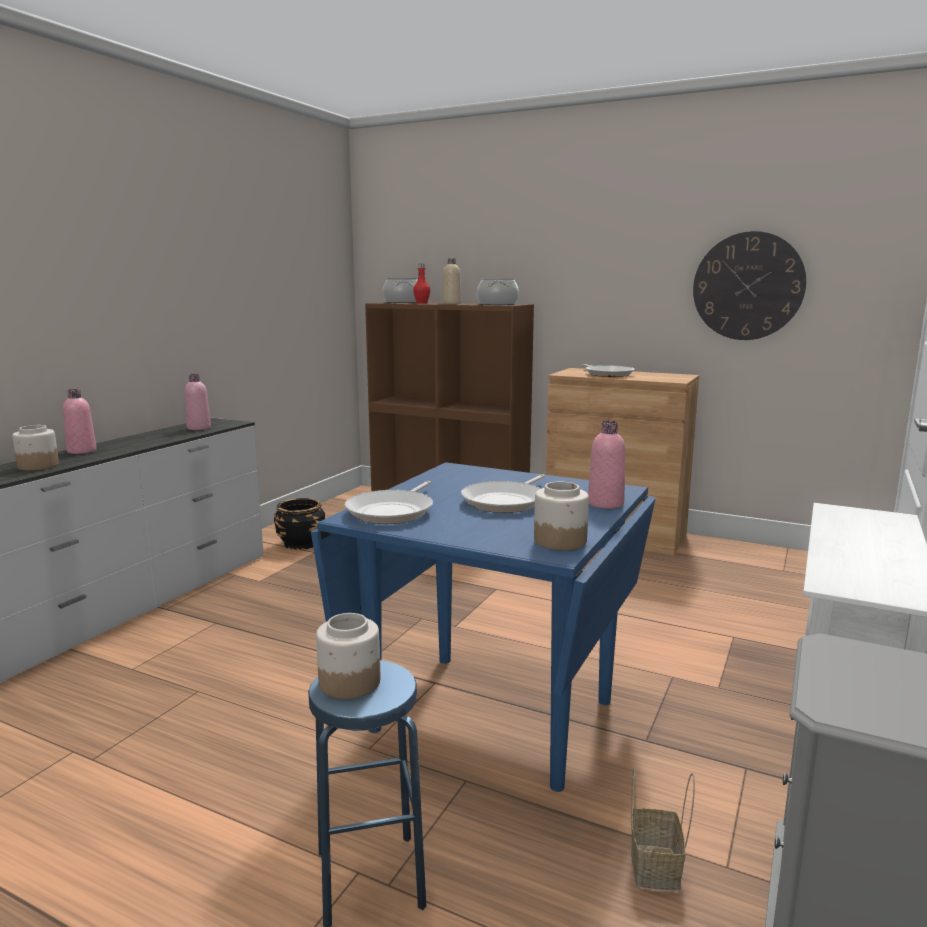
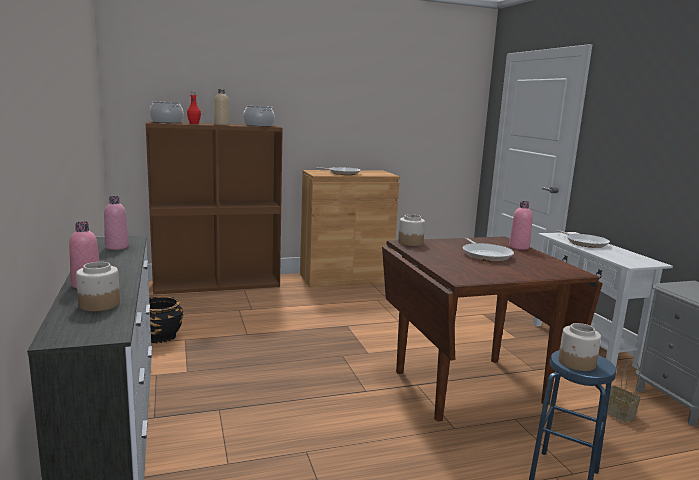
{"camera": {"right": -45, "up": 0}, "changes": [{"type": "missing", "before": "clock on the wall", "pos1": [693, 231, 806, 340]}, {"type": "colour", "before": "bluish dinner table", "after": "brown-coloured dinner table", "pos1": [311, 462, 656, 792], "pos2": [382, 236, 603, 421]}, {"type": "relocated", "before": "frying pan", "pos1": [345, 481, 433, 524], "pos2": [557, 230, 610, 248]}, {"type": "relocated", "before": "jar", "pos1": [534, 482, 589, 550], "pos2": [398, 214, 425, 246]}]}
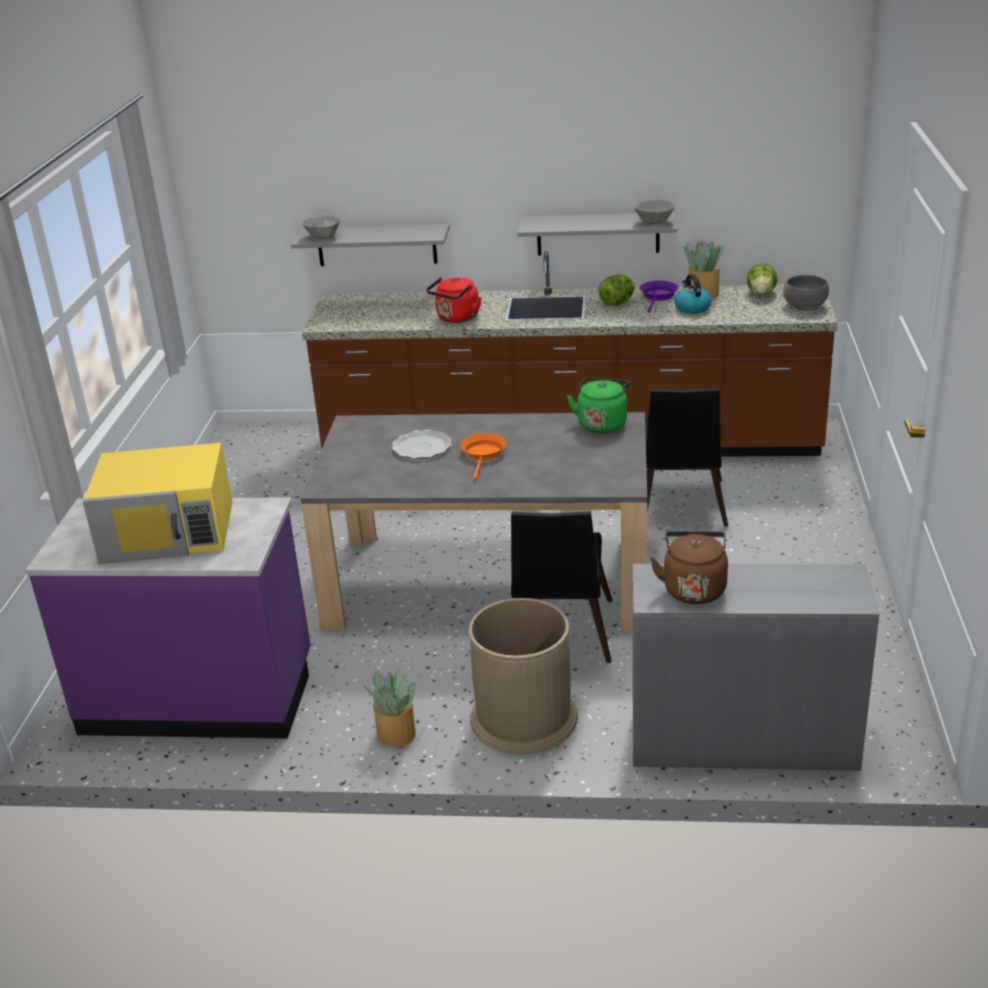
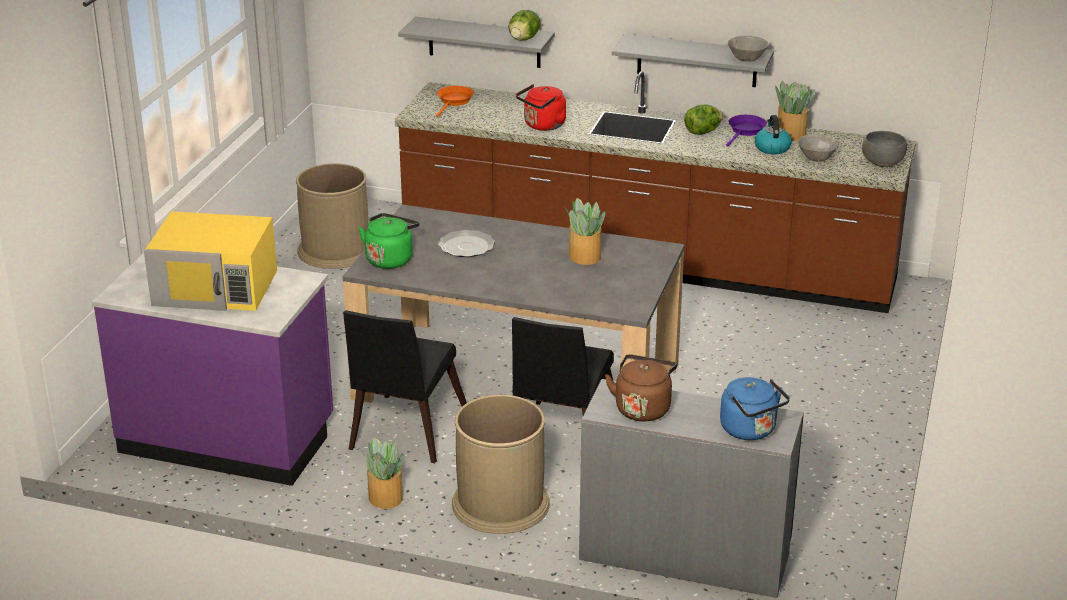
{"camera": {"right": 10, "up": 0}, "changes": [{"type": "relocated", "before": "greyish deep dish", "pos1": [302, 215, 340, 239], "pos2": [798, 134, 838, 161]}, {"type": "relocated", "before": "lettuce", "pos1": [747, 263, 778, 296], "pos2": [508, 10, 541, 41]}, {"type": "relocated", "before": "green-coloured kettle", "pos1": [567, 378, 630, 433], "pos2": [359, 213, 420, 269]}, {"type": "relocated", "before": "blackish upright chair", "pos1": [645, 388, 728, 526], "pos2": [343, 310, 467, 463]}, {"type": "relocated", "before": "orange-coloured frying pan", "pos1": [460, 433, 506, 480], "pos2": [436, 86, 474, 117]}, {"type": "appeared", "after": "brown-coloured waste bin", "pos2": [296, 163, 369, 269]}, {"type": "appeared", "after": "potted plant", "pos2": [564, 198, 606, 265]}, {"type": "appeared", "after": "bluish kettle", "pos2": [720, 377, 790, 440]}]}
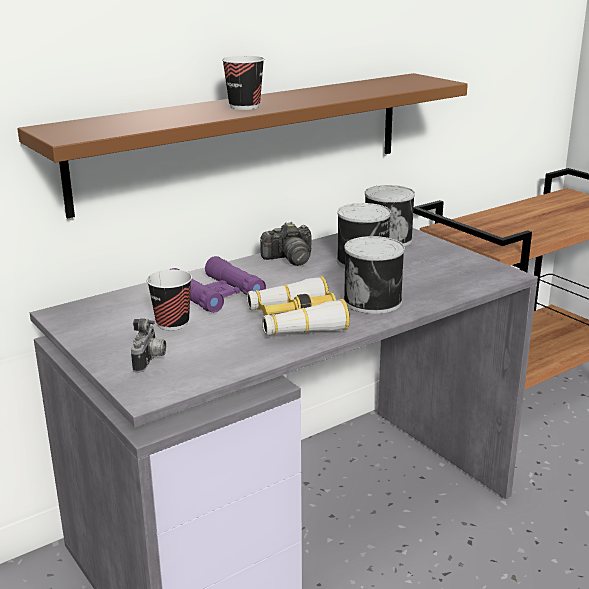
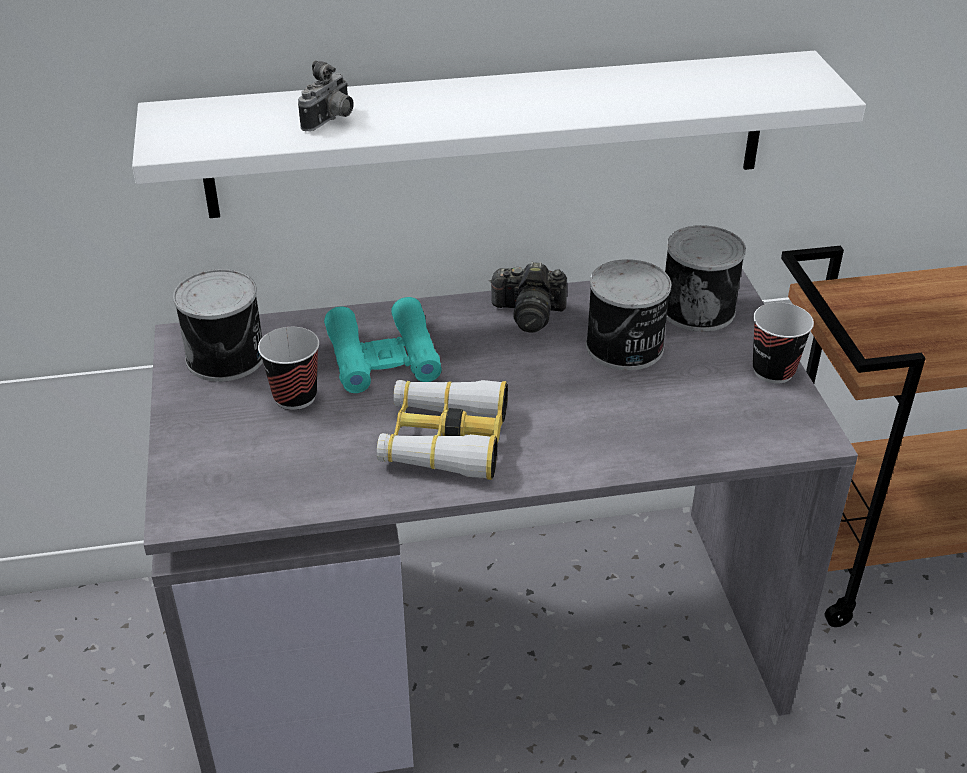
{"camera": {"right": 25, "up": 15}, "changes": [{"type": "relocated", "before": "drinking cup", "pos1": [222, 56, 265, 110], "pos2": [753, 302, 814, 384]}, {"type": "colour", "before": "brown-coloured bracket shelf", "after": "white bracket shelf", "pos1": [17, 73, 468, 219], "pos2": [132, 51, 866, 218]}, {"type": "relocated", "before": "metal can", "pos1": [344, 236, 405, 314], "pos2": [173, 269, 263, 382]}, {"type": "colour", "before": "purple field glasses", "after": "turquoise-coloured field glasses", "pos1": [170, 256, 266, 313], "pos2": [324, 297, 442, 393]}, {"type": "relocated", "before": "still camera", "pos1": [131, 318, 166, 373], "pos2": [298, 61, 354, 131]}]}
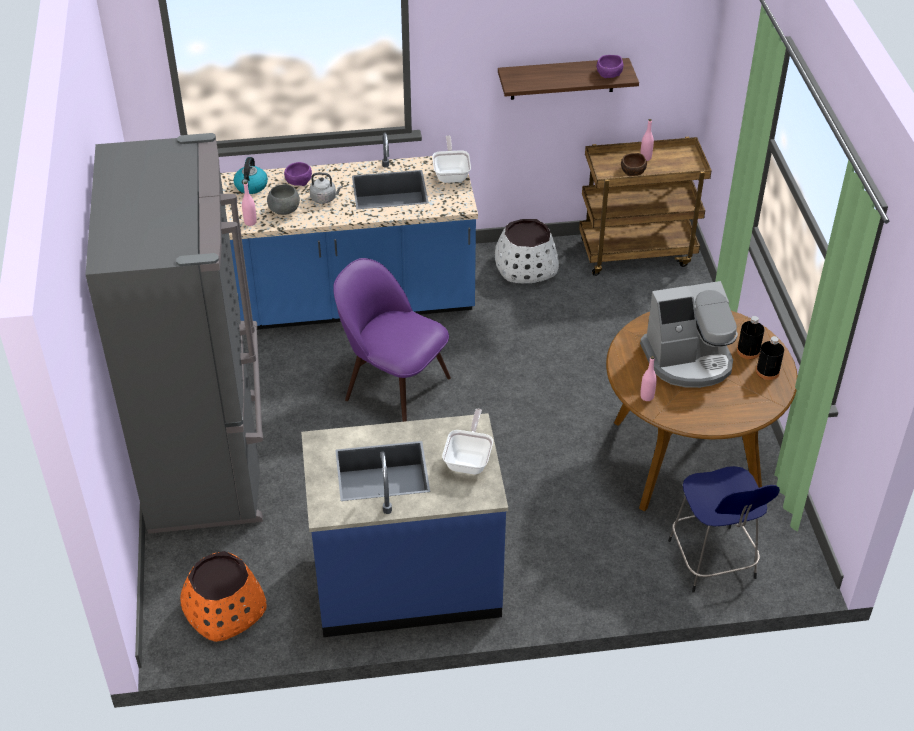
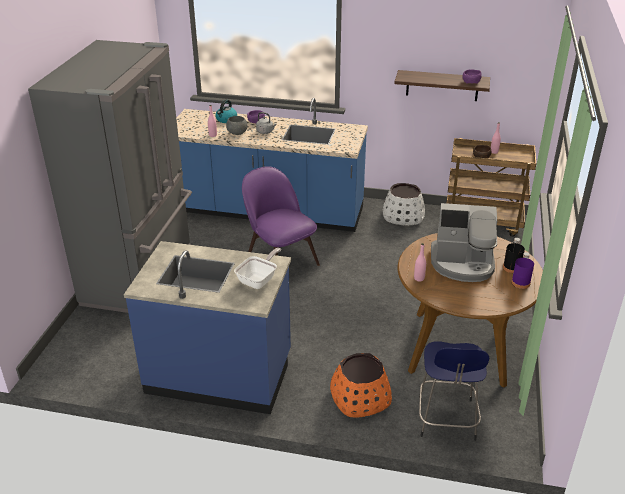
{"camera": {"right": 20, "up": -10}, "changes": [{"type": "missing", "before": "frying pan", "pos1": [432, 136, 471, 183]}, {"type": "colour", "before": "blackish beverage bottle", "after": "purple beverage bottle", "pos1": [756, 336, 784, 380], "pos2": [511, 252, 534, 289]}, {"type": "relocated", "before": "orange-coloured plant pot", "pos1": [180, 551, 267, 642], "pos2": [330, 353, 392, 418]}]}
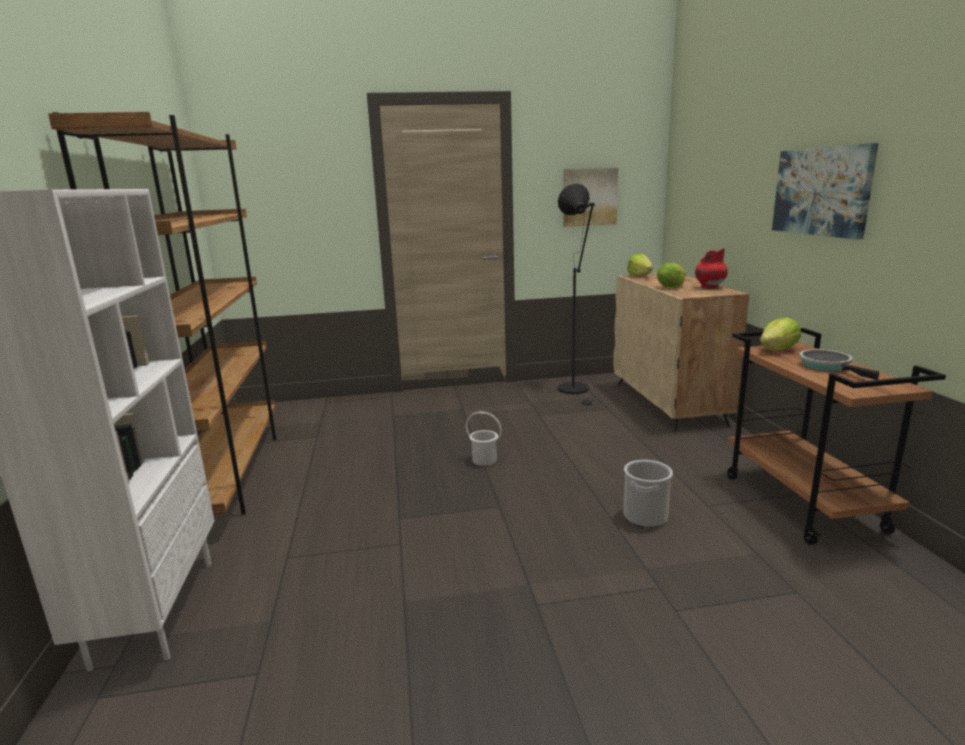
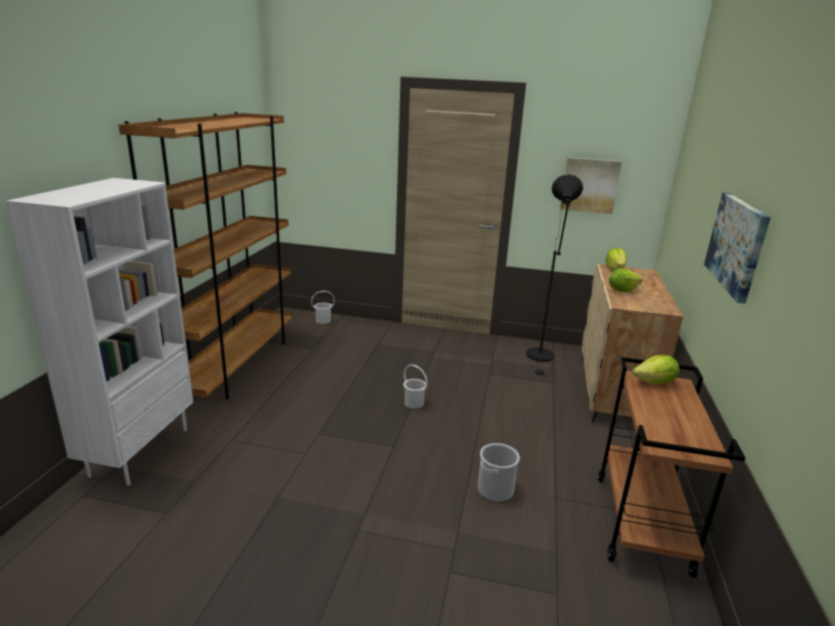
{"camera": {"right": 20, "up": 5}, "changes": [{"type": "missing", "before": "reddish vase", "pos1": [695, 248, 728, 289]}, {"type": "missing", "before": "frying pan", "pos1": [799, 349, 879, 380]}, {"type": "appeared", "after": "white pail", "pos2": [311, 291, 335, 324]}]}
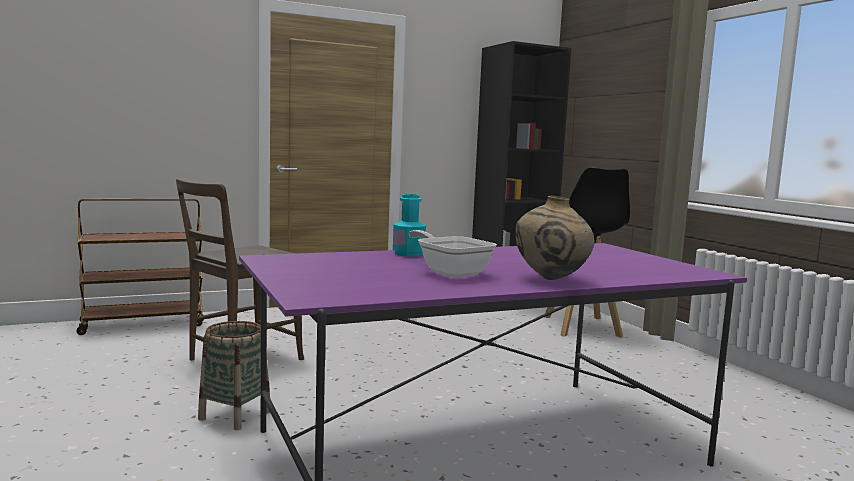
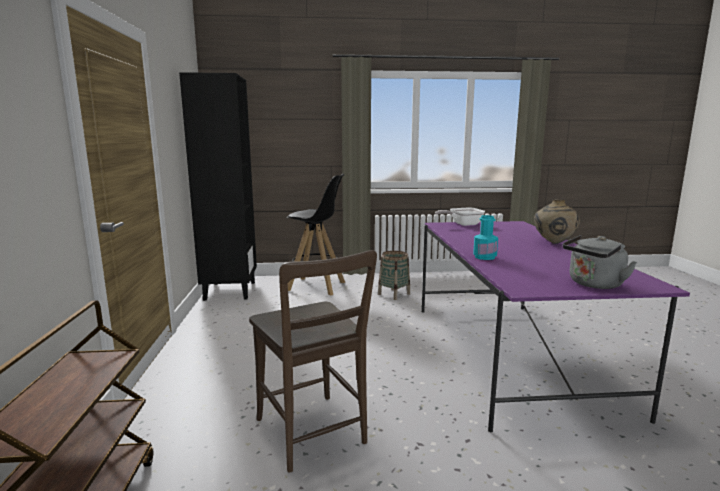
{"camera": {"right": -70, "up": 5}, "changes": [{"type": "relocated", "before": "frying pan", "pos1": [409, 230, 497, 278], "pos2": [435, 208, 485, 226]}, {"type": "relocated", "before": "basket", "pos1": [198, 321, 270, 430], "pos2": [378, 251, 410, 300]}, {"type": "appeared", "after": "greyish kettle", "pos2": [563, 235, 637, 289]}]}
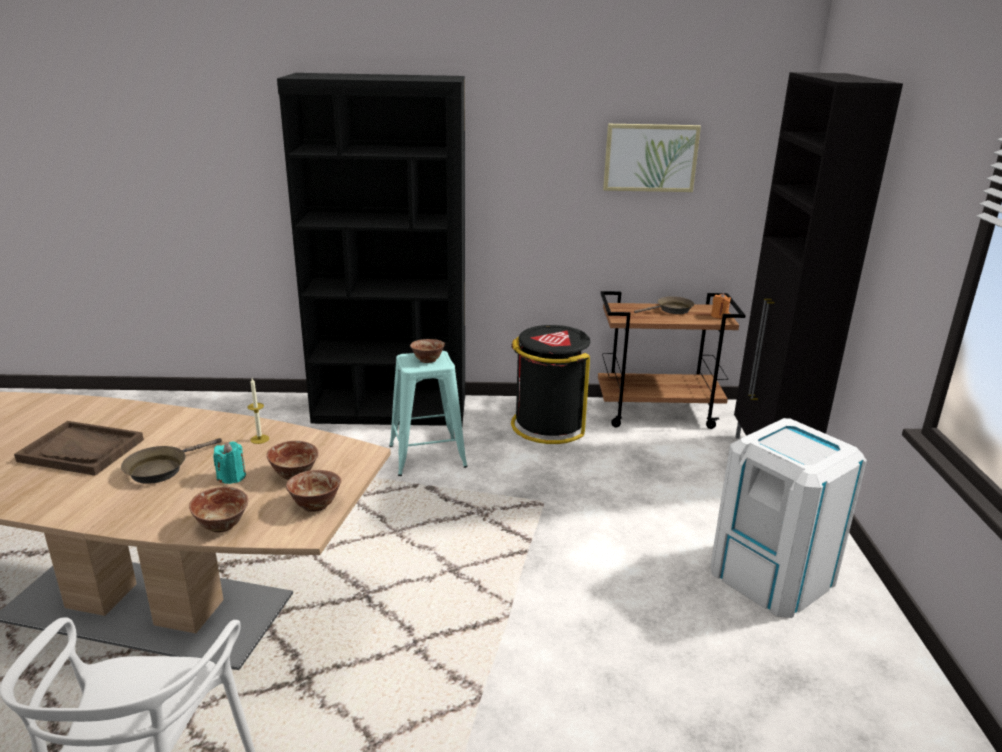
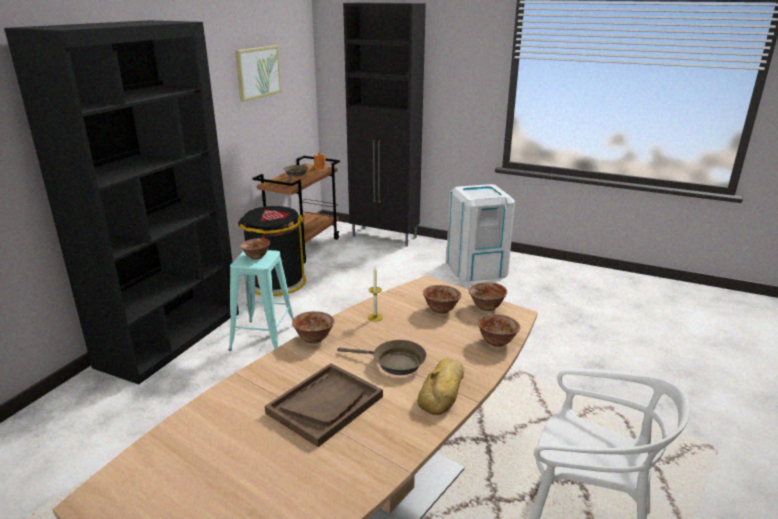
{"camera": {"right": -65, "up": 0}, "changes": [{"type": "spun", "before": "brown-coloured frying pan", "pos1": [121, 438, 222, 484], "pos2": [337, 340, 426, 375], "turn": -45}, {"type": "missing", "before": "turquoise-coloured wax light", "pos1": [213, 442, 246, 484]}, {"type": "appeared", "after": "deep dish", "pos2": [292, 311, 335, 344]}, {"type": "appeared", "after": "baked bread", "pos2": [418, 358, 464, 415]}]}
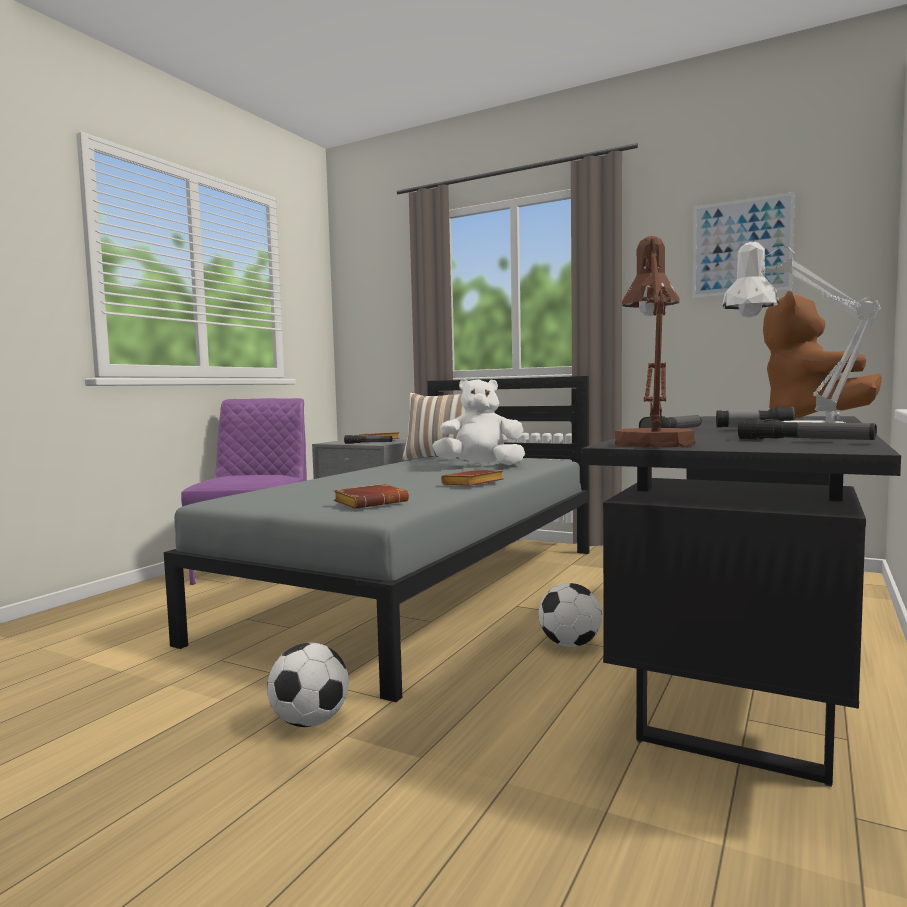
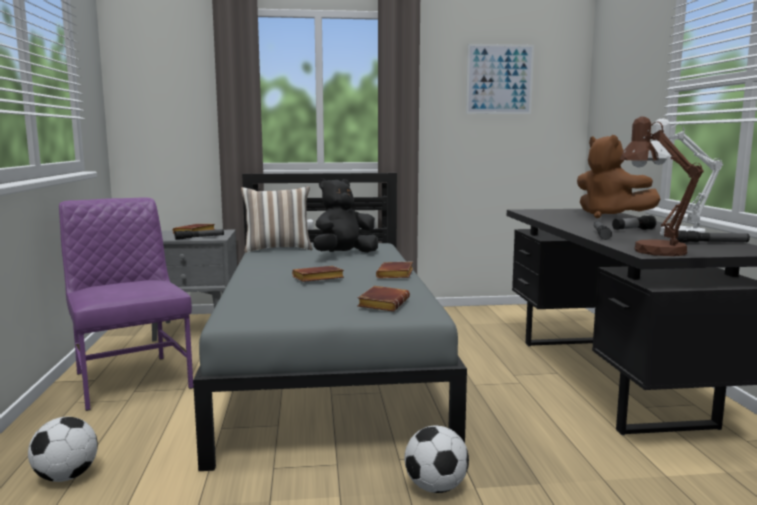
{"camera": {"right": -35, "up": 5}, "changes": [{"type": "colour", "before": "white plush toy", "after": "blackish plush toy", "pos1": [432, 379, 525, 465], "pos2": [314, 178, 378, 253]}, {"type": "relocated", "before": "ball for football", "pos1": [539, 583, 602, 647], "pos2": [28, 417, 98, 482]}, {"type": "appeared", "after": "brown-coloured volume", "pos2": [292, 266, 344, 282]}]}
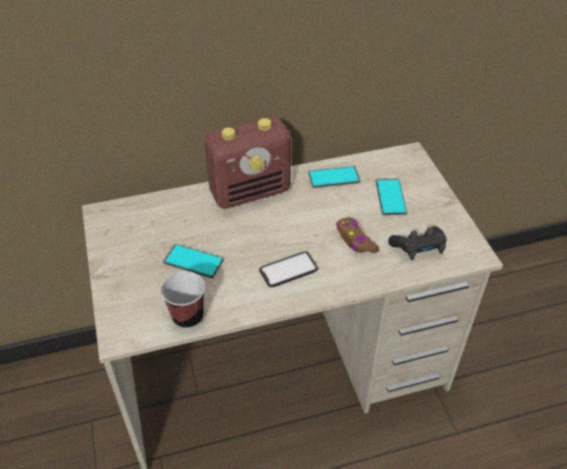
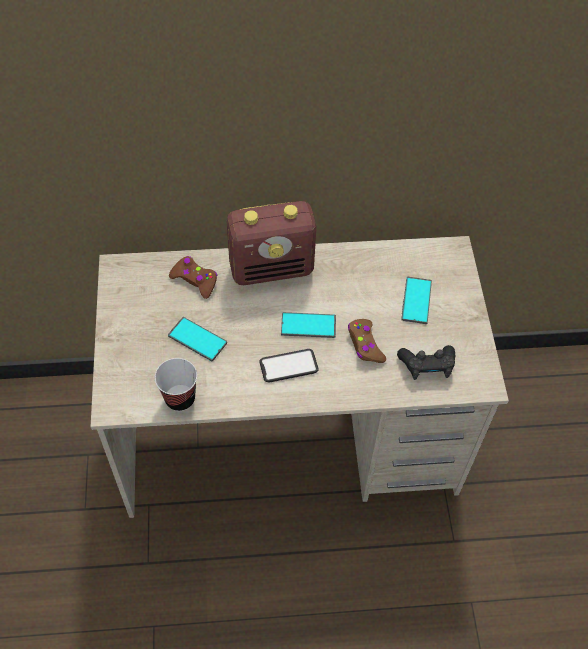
{"camera": {"right": 10, "up": 10}, "changes": [{"type": "relocated", "before": "phone", "pos1": [308, 166, 360, 188], "pos2": [281, 312, 336, 338]}, {"type": "appeared", "after": "brown-coloured game controller", "pos2": [169, 256, 217, 299]}]}
